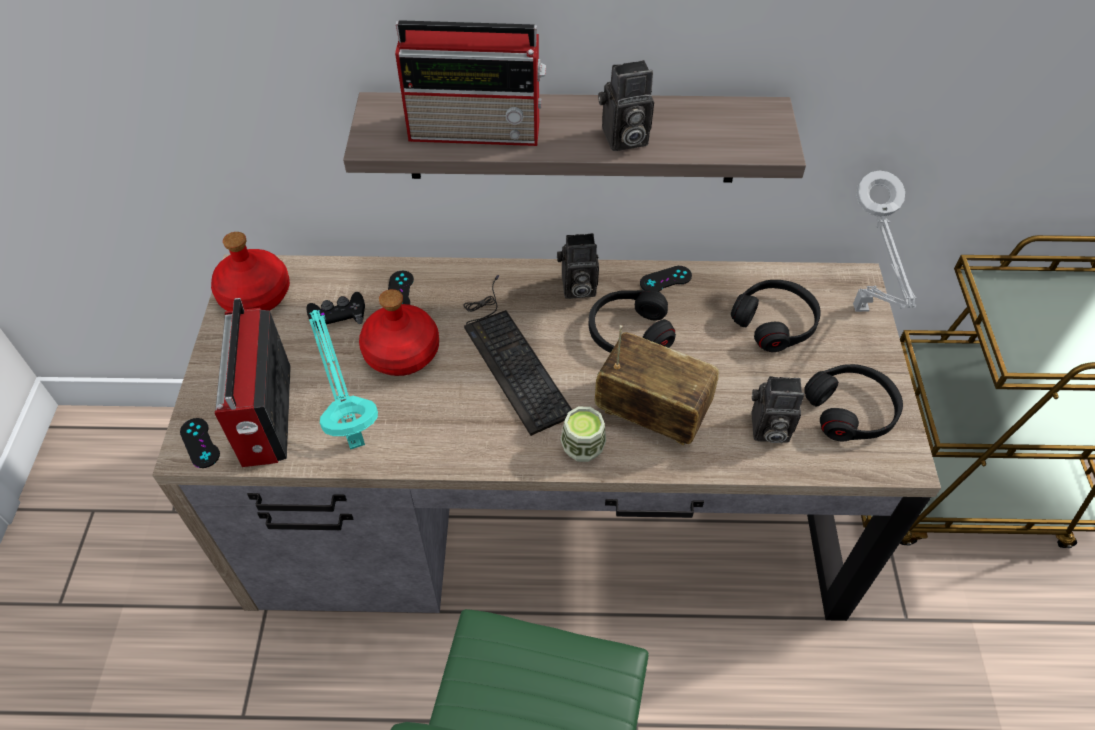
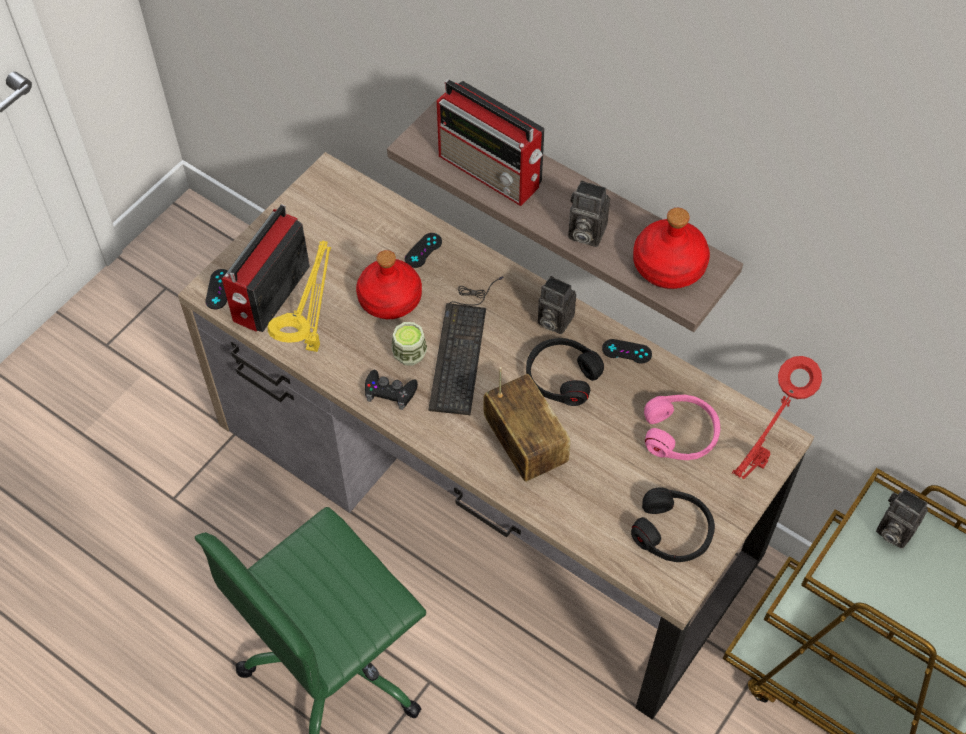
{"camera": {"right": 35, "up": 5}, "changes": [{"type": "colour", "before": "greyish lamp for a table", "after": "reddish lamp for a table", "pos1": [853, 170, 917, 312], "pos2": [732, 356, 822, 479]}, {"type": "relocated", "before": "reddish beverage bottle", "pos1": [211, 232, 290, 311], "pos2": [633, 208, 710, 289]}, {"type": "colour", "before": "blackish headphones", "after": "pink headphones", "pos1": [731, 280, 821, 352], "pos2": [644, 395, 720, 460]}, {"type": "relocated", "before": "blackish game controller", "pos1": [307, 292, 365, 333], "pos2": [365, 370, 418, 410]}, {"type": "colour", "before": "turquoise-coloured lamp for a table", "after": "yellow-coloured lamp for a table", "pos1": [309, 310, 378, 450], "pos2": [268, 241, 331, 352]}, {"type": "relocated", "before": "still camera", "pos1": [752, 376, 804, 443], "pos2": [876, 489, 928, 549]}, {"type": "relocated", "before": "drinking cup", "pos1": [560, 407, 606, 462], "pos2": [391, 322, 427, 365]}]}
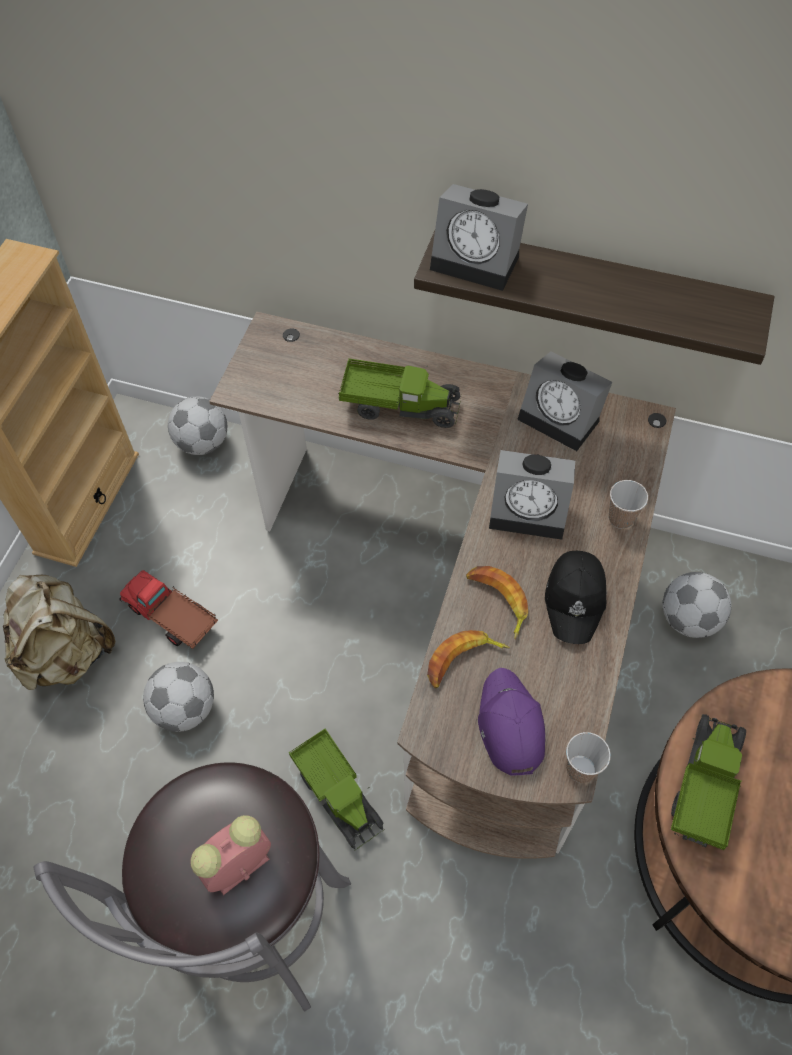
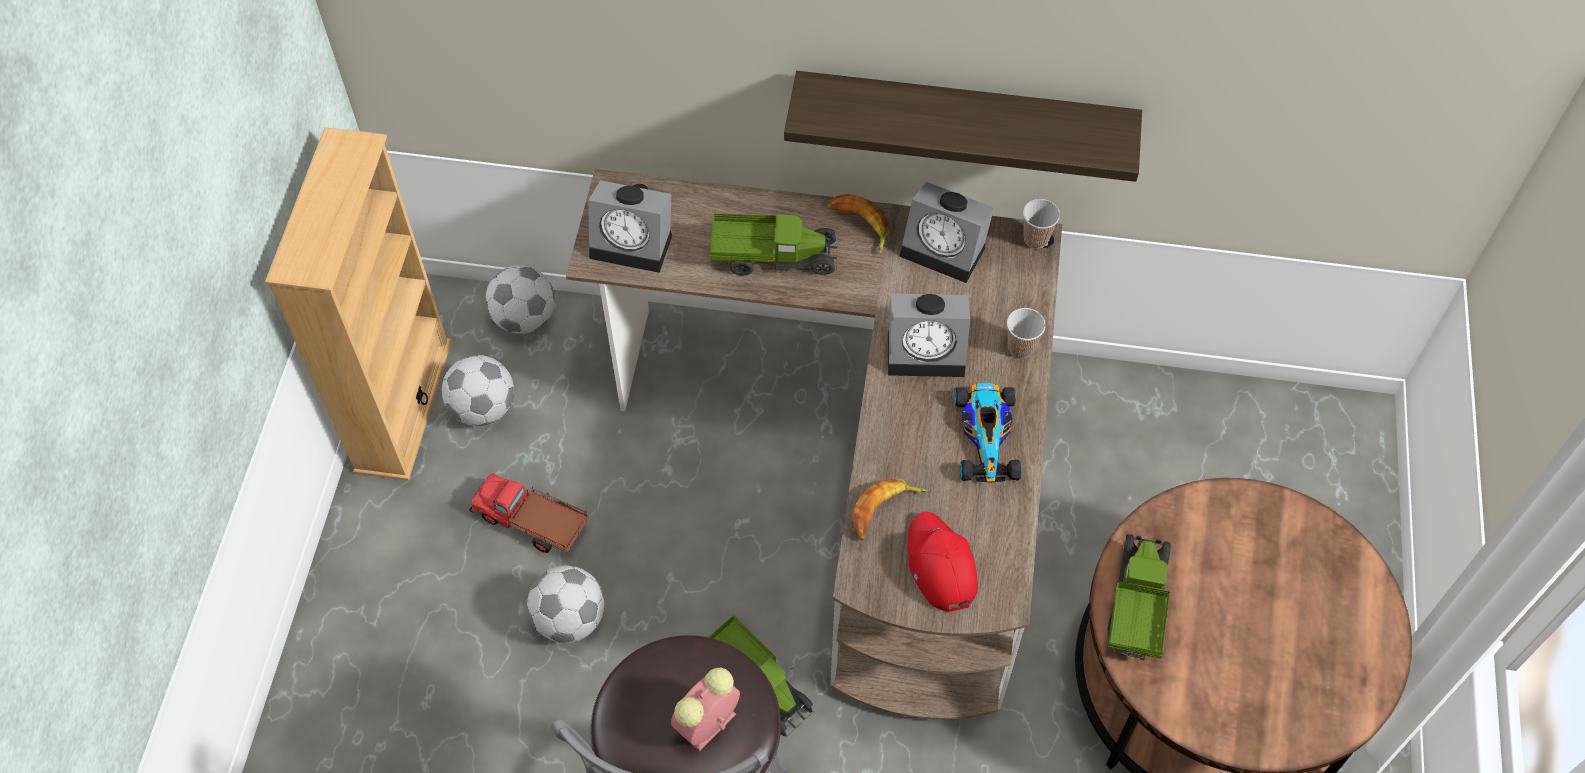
{"camera": {"right": -10, "up": 0}, "changes": [{"type": "relocated", "before": "bedside clock", "pos1": [430, 184, 528, 291], "pos2": [588, 180, 672, 273]}, {"type": "exchanged", "before": "blackish cap", "after": "miniature car", "pos1": [545, 551, 606, 644], "pos2": [954, 383, 1022, 483]}, {"type": "relocated", "before": "whole banana", "pos1": [466, 566, 528, 639], "pos2": [827, 194, 889, 254]}, {"type": "relocated", "before": "ball for football", "pos1": [663, 572, 731, 638], "pos2": [442, 355, 514, 426]}, {"type": "missing", "before": "beige backpack", "pos1": [3, 575, 115, 690]}, {"type": "colour", "before": "purple cap", "after": "reddish cap", "pos1": [478, 668, 545, 776], "pos2": [908, 511, 978, 612]}, {"type": "relocated", "before": "drinking cup", "pos1": [566, 732, 611, 783], "pos2": [1023, 199, 1060, 249]}]}
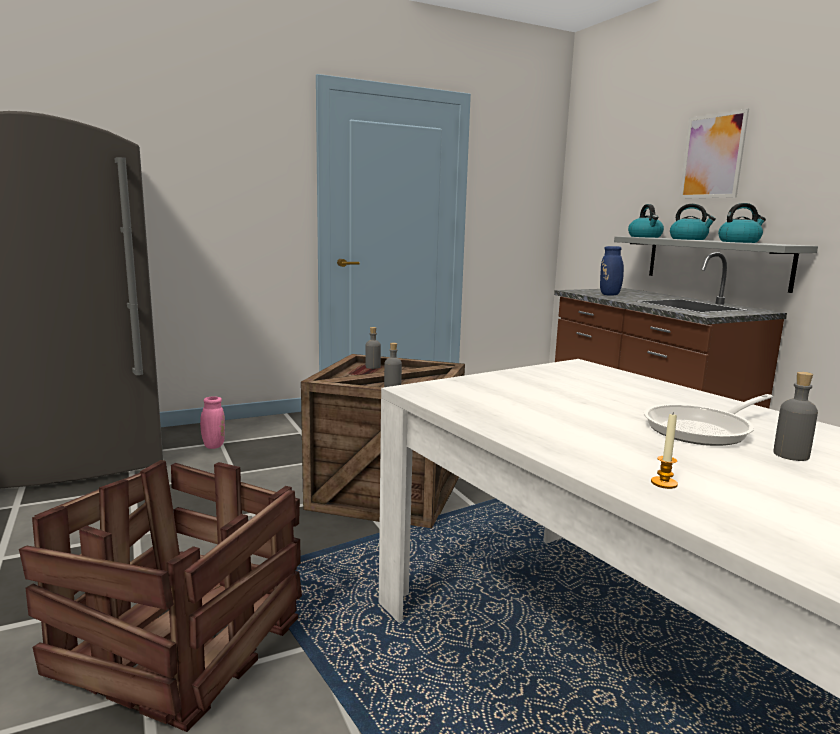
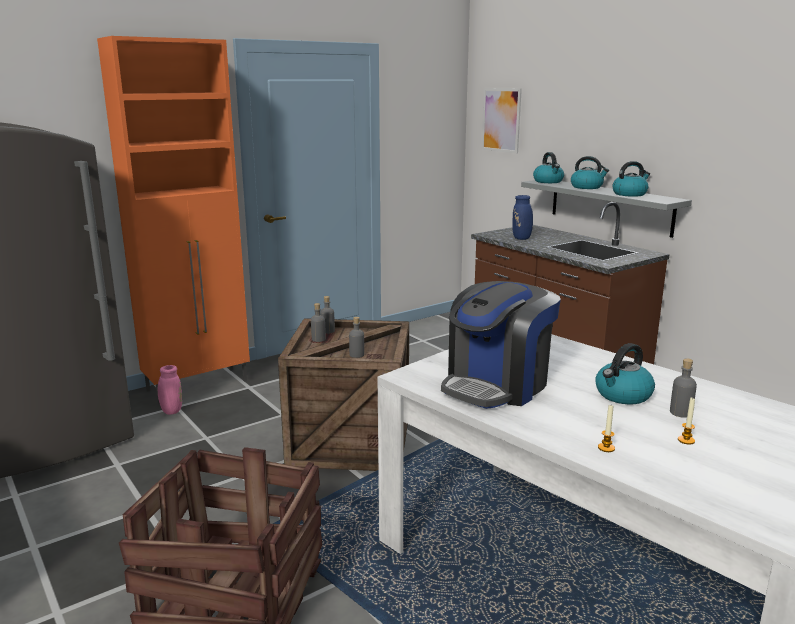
{"camera": {"right": -10, "up": 5}, "changes": [{"type": "relocated", "before": "picture", "pos1": [679, 108, 749, 199], "pos2": [482, 88, 522, 153]}, {"type": "exchanged", "before": "frying pan", "after": "kettle", "pos1": [644, 394, 773, 446], "pos2": [595, 343, 655, 404]}, {"type": "appeared", "after": "orange-coloured cabinet", "pos2": [97, 36, 250, 404]}, {"type": "appeared", "after": "coffee machine", "pos2": [441, 281, 561, 409]}, {"type": "appeared", "after": "greyish beverage bottle", "pos2": [311, 303, 326, 342]}, {"type": "appeared", "after": "wax light", "pos2": [678, 398, 695, 445]}]}
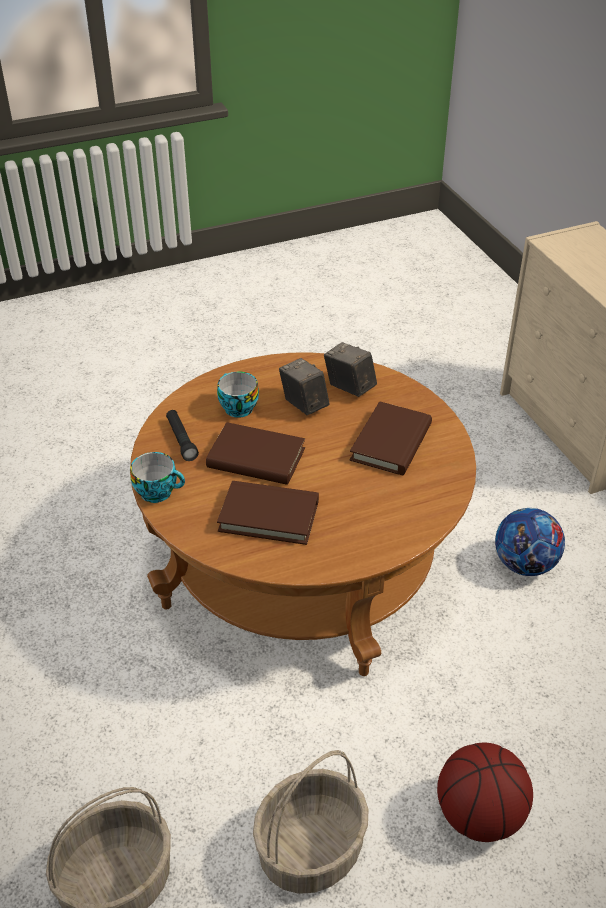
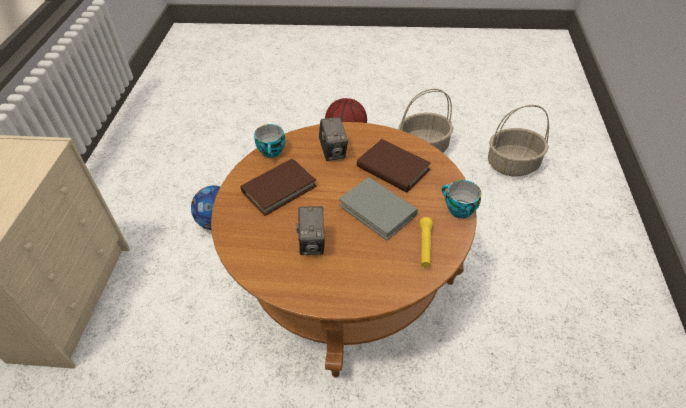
{"camera": {"right": -150, "up": 5}, "changes": [{"type": "relocated", "before": "still camera", "pos1": [324, 342, 377, 397], "pos2": [319, 117, 348, 161]}, {"type": "relocated", "before": "drinking cup", "pos1": [217, 372, 259, 418], "pos2": [254, 124, 285, 158]}, {"type": "colour", "before": "blackish hand torch", "after": "yellow-coloured hand torch", "pos1": [166, 410, 199, 461], "pos2": [419, 217, 433, 268]}, {"type": "colour", "before": "brown-coloured volume", "after": "greyish volume", "pos1": [206, 422, 305, 485], "pos2": [339, 177, 418, 240]}]}
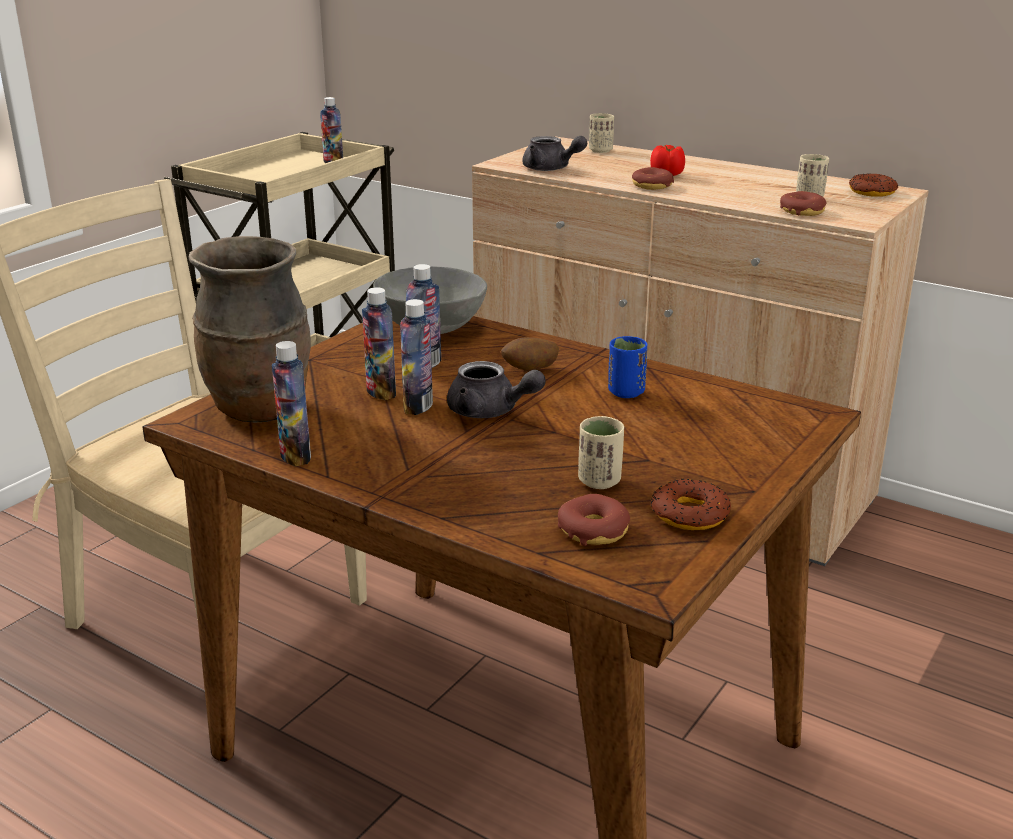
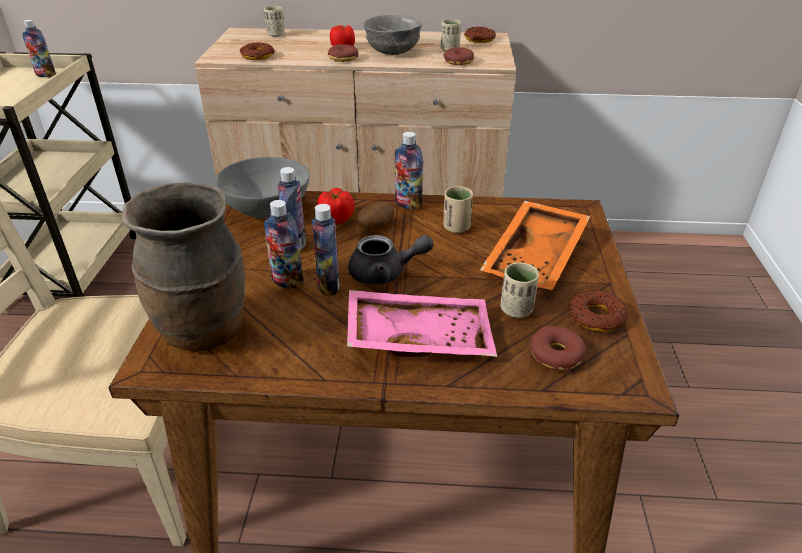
{"camera": {"right": -30, "up": 10}, "changes": [{"type": "exchanged", "before": "greyish teapot", "after": "ring doughnut", "pos1": [522, 136, 587, 171], "pos2": [240, 42, 274, 60]}, {"type": "colour", "before": "bluish drinking cup", "after": "beige drinking cup", "pos1": [608, 336, 648, 398], "pos2": [444, 186, 473, 233]}, {"type": "relocated", "before": "beverage bottle", "pos1": [272, 341, 311, 466], "pos2": [395, 132, 423, 210]}, {"type": "appeared", "after": "greyish deep dish", "pos2": [364, 15, 422, 55]}, {"type": "appeared", "after": "whole tomato", "pos2": [317, 188, 355, 224]}, {"type": "appeared", "after": "orange-coloured tray", "pos2": [480, 201, 590, 290]}, {"type": "appeared", "after": "pink tray", "pos2": [347, 290, 497, 357]}]}
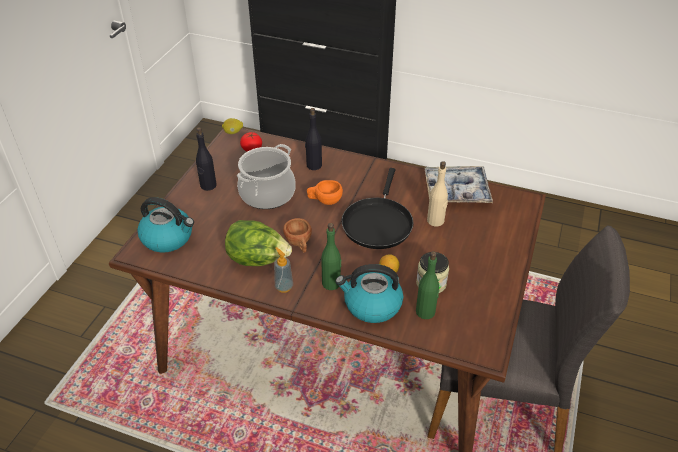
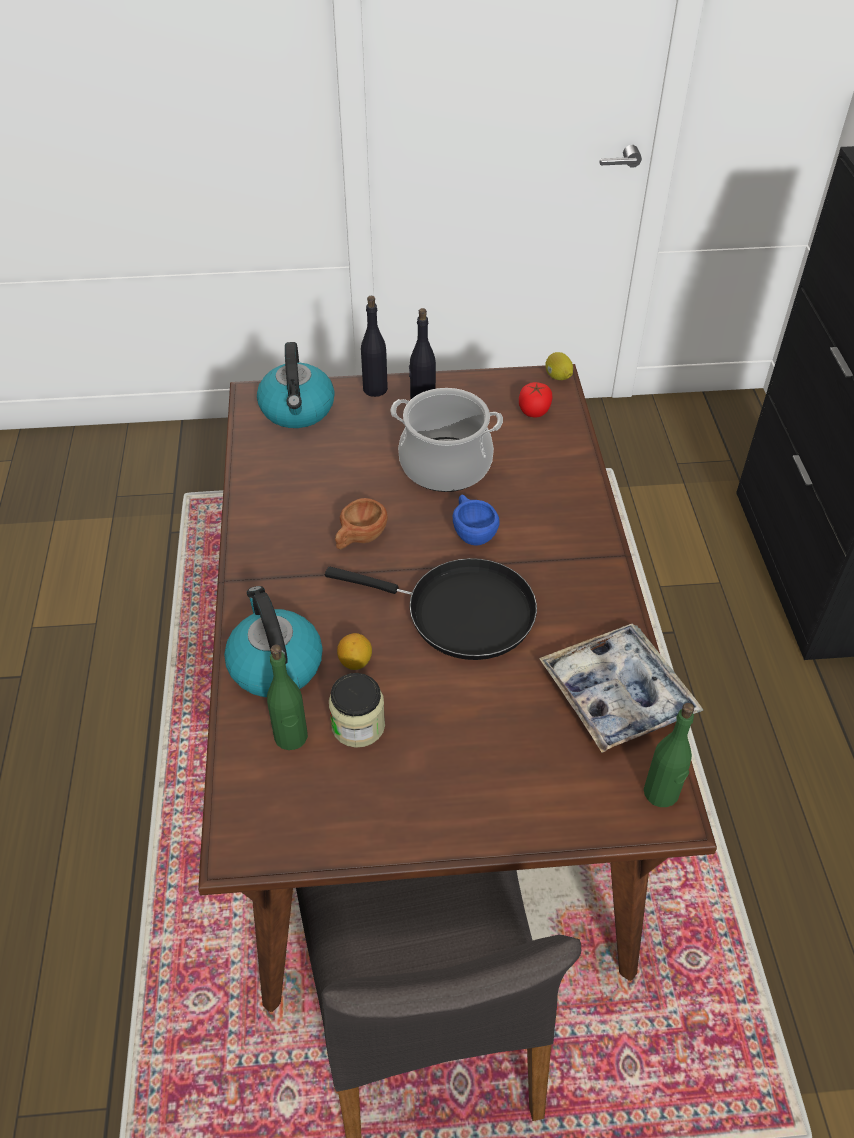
{"camera": {"right": 65, "up": 5}, "changes": [{"type": "relocated", "before": "blackish beverage bottle", "pos1": [305, 108, 322, 170], "pos2": [361, 296, 388, 397]}, {"type": "missing", "before": "beige beverage bottle", "pos1": [427, 161, 448, 227]}, {"type": "spun", "before": "blackish frying pan", "pos1": [342, 168, 414, 249], "pos2": [325, 558, 537, 660], "turn": -150}, {"type": "colour", "before": "orange-coloured drinking cup", "after": "bluish drinking cup", "pos1": [307, 180, 343, 205], "pos2": [453, 494, 499, 545]}, {"type": "missing", "before": "lettuce", "pos1": [225, 220, 292, 266]}, {"type": "relocated", "before": "green-coloured beverage bottle", "pos1": [321, 223, 341, 290], "pos2": [644, 703, 694, 807]}, {"type": "missing", "before": "liquid soap bottle", "pos1": [274, 247, 293, 293]}]}
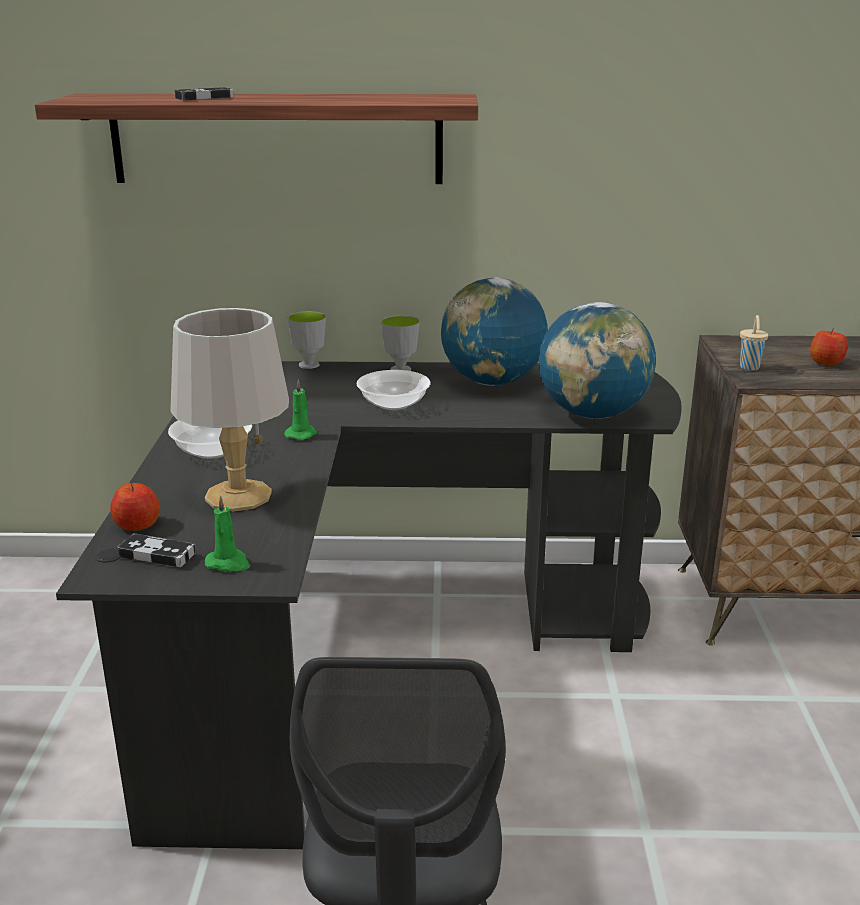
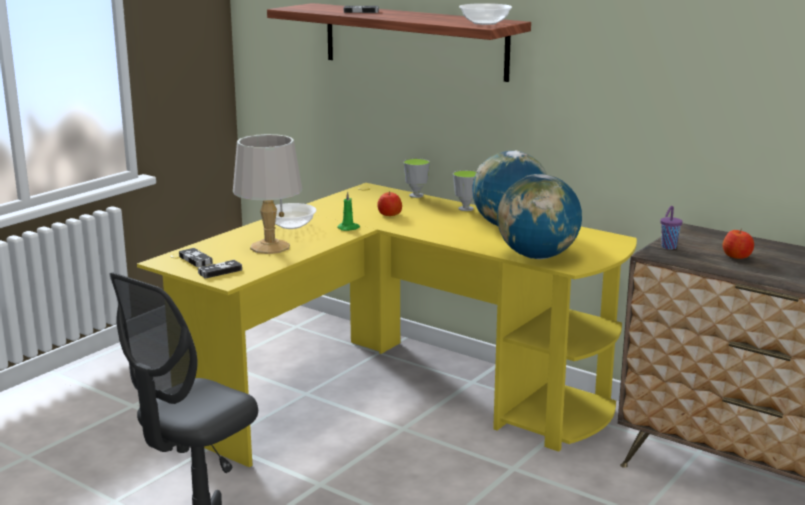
{"camera": {"right": 35, "up": -5}, "changes": [{"type": "colour", "before": "beige drinking cup", "after": "purple drinking cup", "pos1": [740, 315, 768, 370], "pos2": [660, 206, 683, 249]}, {"type": "colour", "before": "blackish desk unit", "after": "yellow-coloured desk unit", "pos1": [56, 361, 682, 849], "pos2": [137, 183, 637, 467]}, {"type": "relocated", "before": "deep dish", "pos1": [357, 370, 430, 410], "pos2": [459, 3, 512, 25]}, {"type": "relocated", "before": "apple", "pos1": [110, 483, 160, 531], "pos2": [377, 191, 402, 216]}, {"type": "exchanged", "before": "green-coloured wax light", "after": "game controller", "pos1": [205, 495, 250, 572], "pos2": [198, 260, 242, 279]}]}
